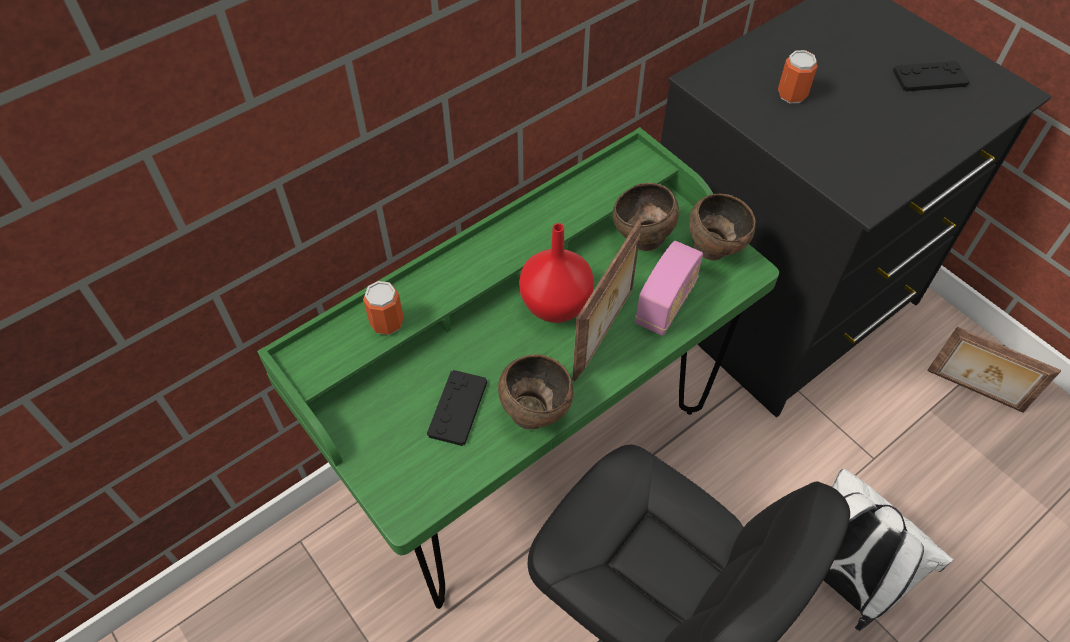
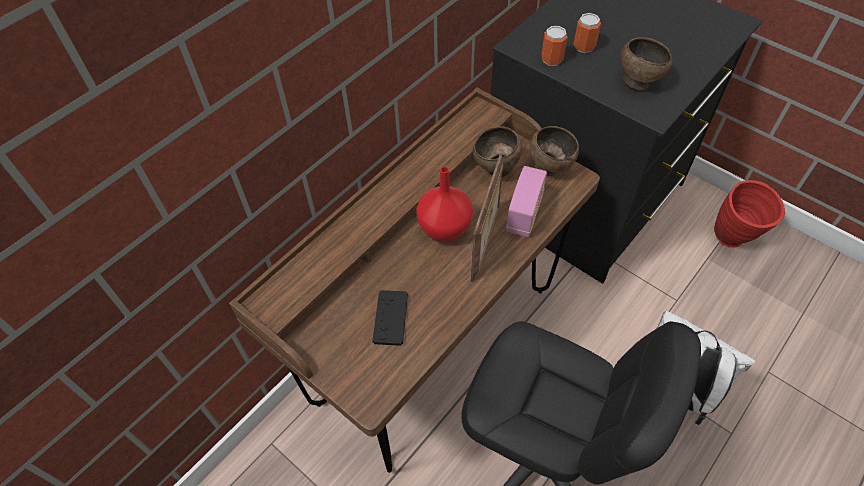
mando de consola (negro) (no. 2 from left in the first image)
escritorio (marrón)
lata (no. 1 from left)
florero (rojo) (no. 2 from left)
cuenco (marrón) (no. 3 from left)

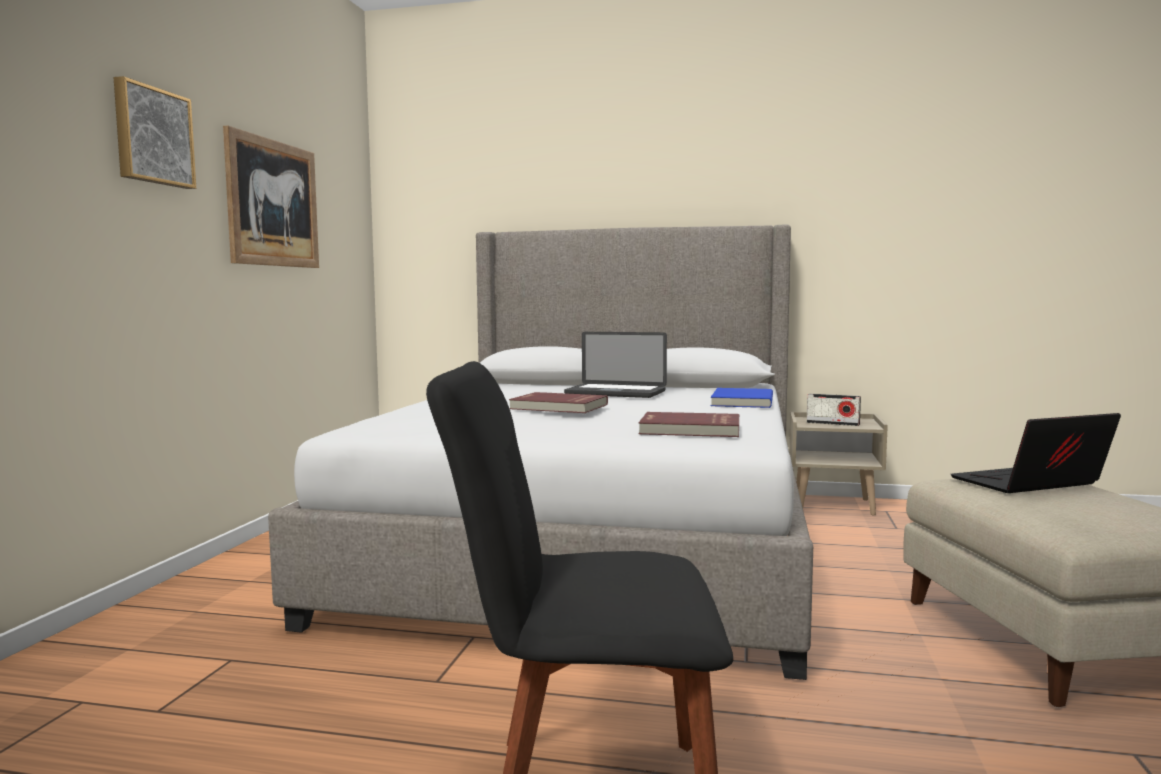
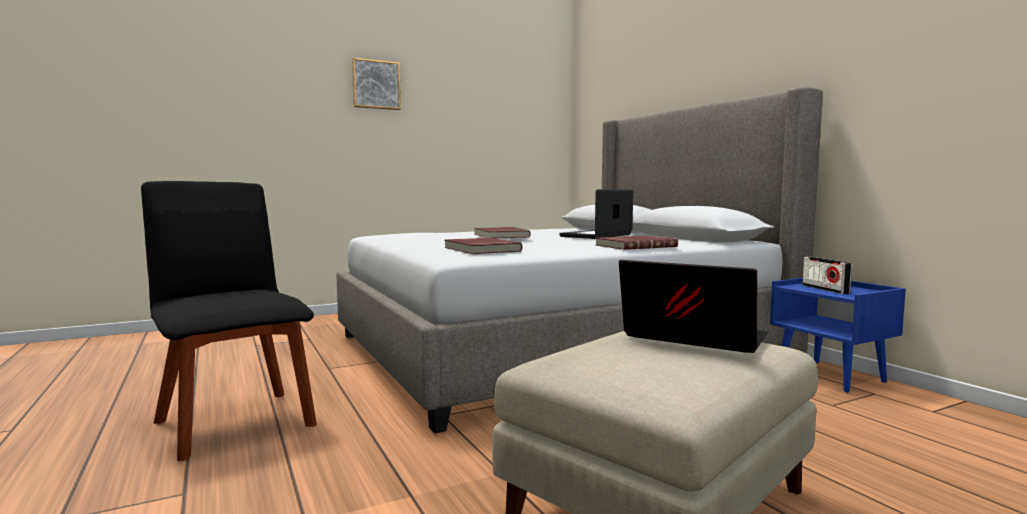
cuadro (no. 2 from left in the first image)
portátil (no. 1 from left)
libro (rojo) (no. 3 from left)
mesita de noche (azul)

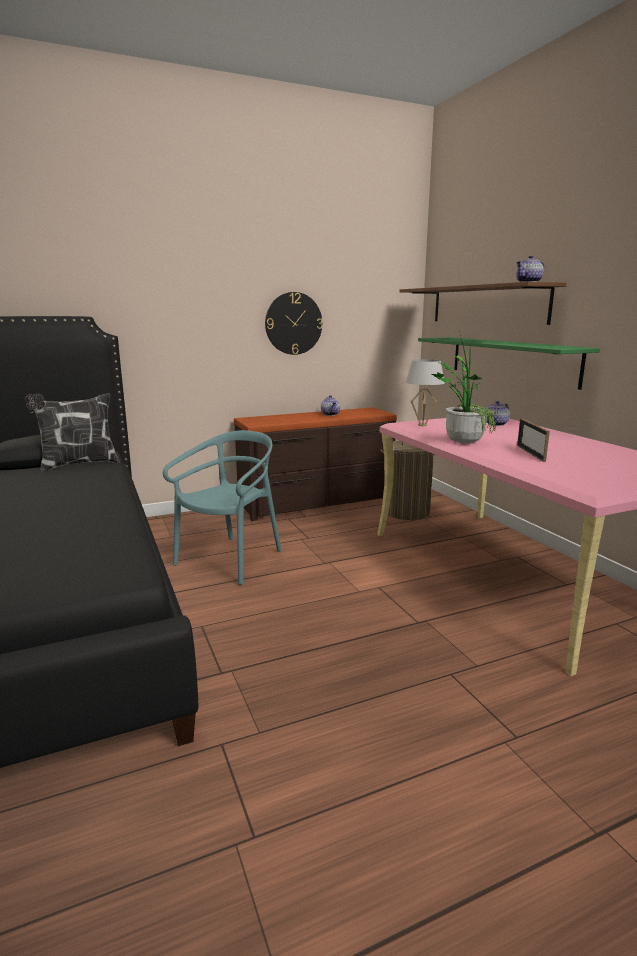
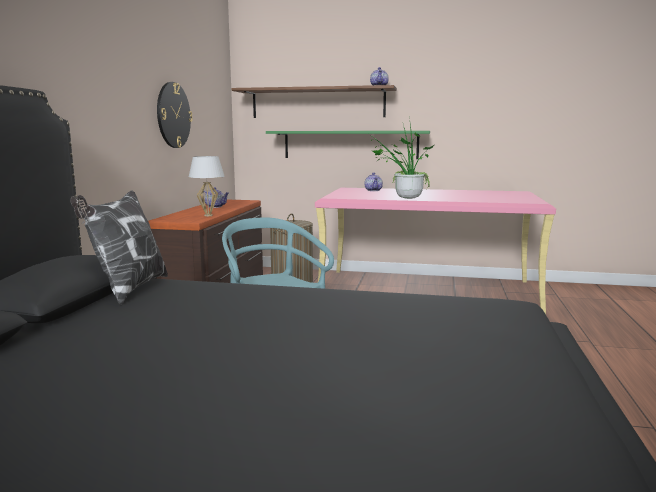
lámpara de mesa (blanco)
portarretratos

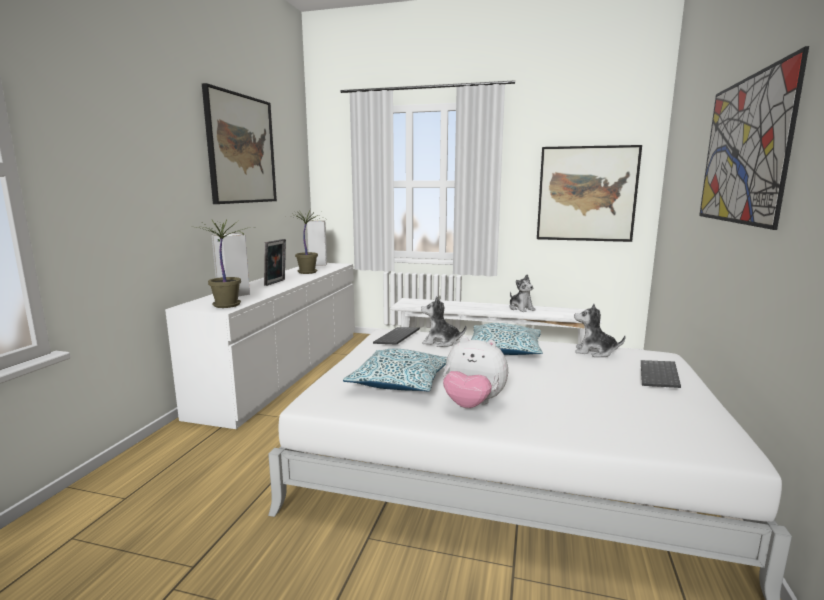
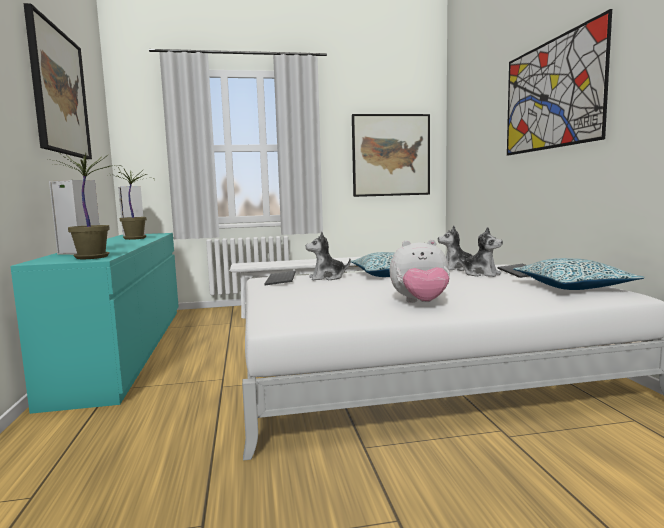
portarretratos
cómoda (turquesa)
peluche (no. 4 from left)
cojín (no. 2 from left)

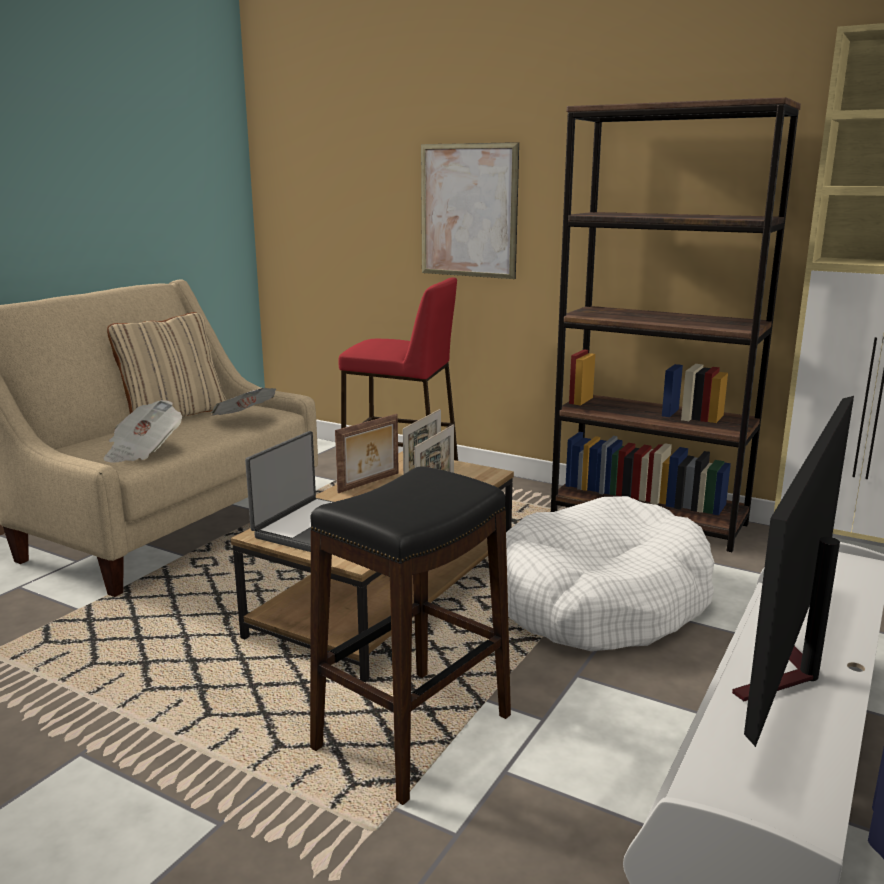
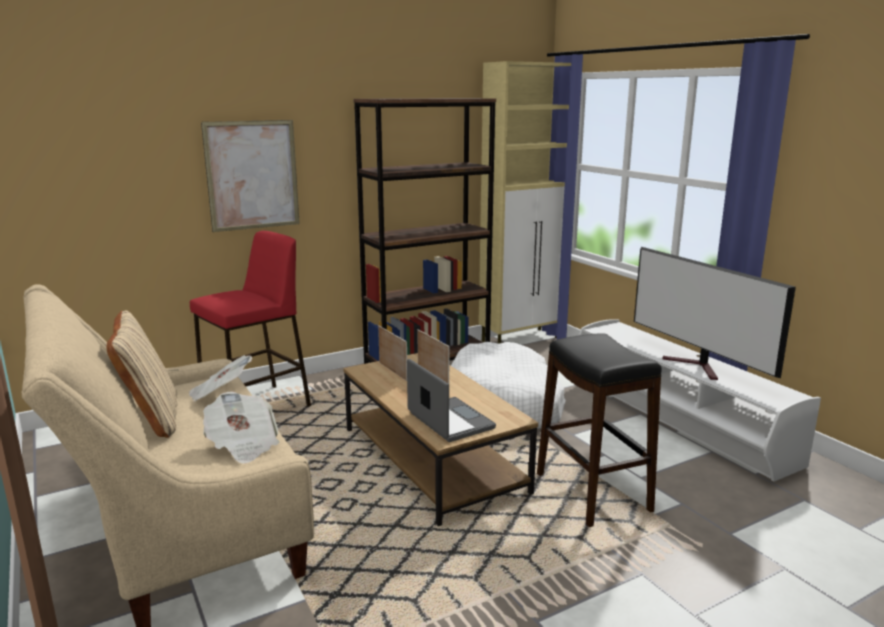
portarretratos (no. 1 from left in the first image)

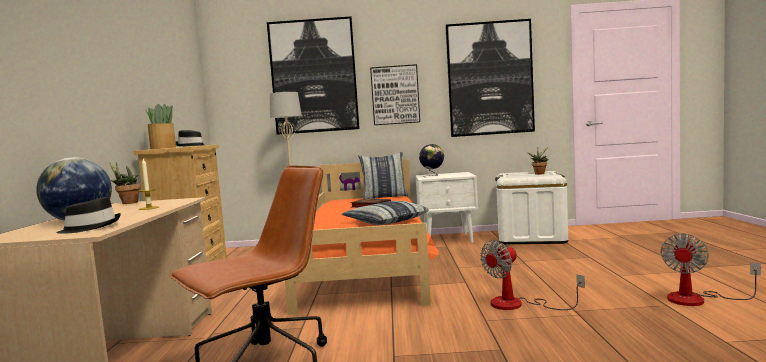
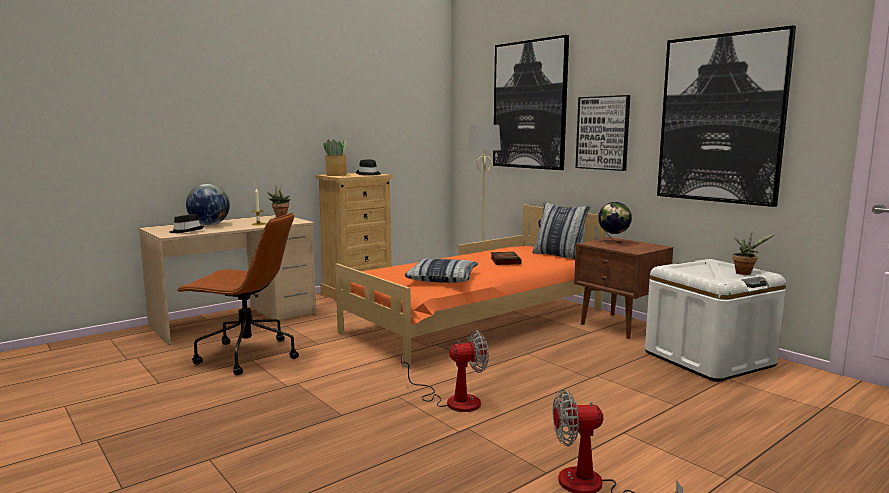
mesita de noche (marrón)
ventilador (no. 1 from left)

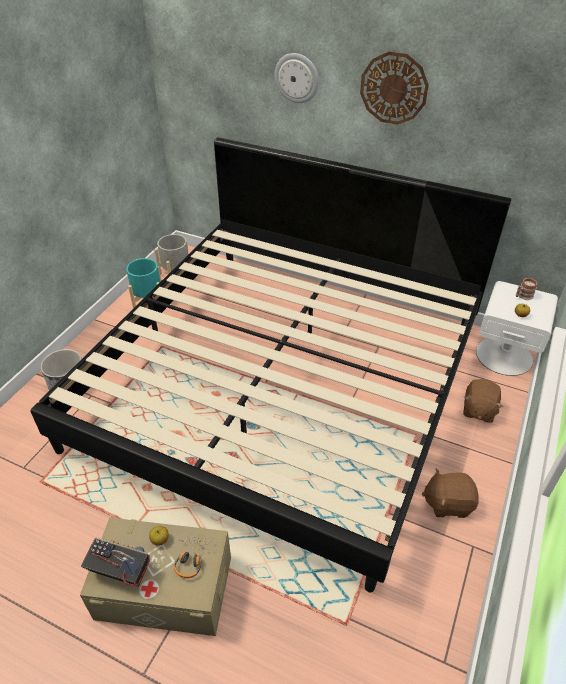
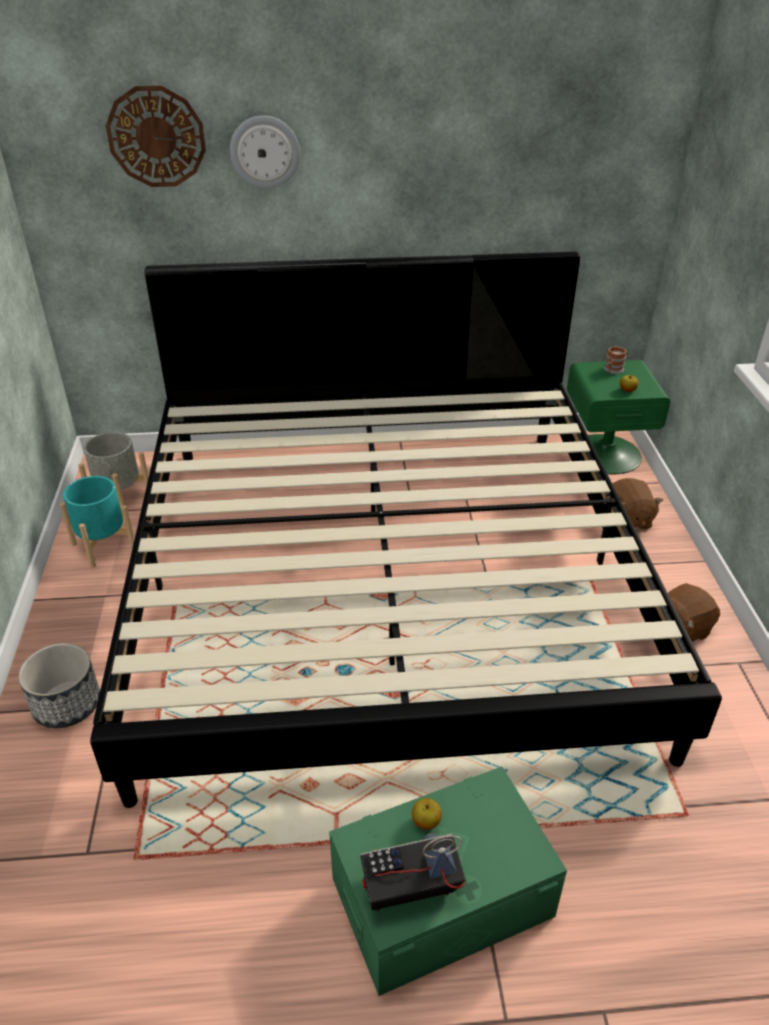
reloj de pared (no. 1 from left)
mesita de noche (verde)
caja de almacenaje (verde)
auriculares

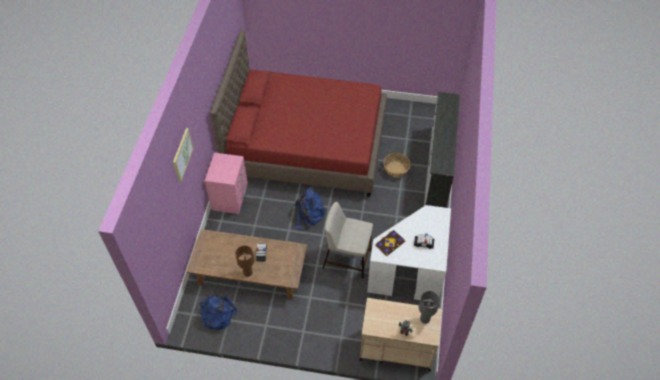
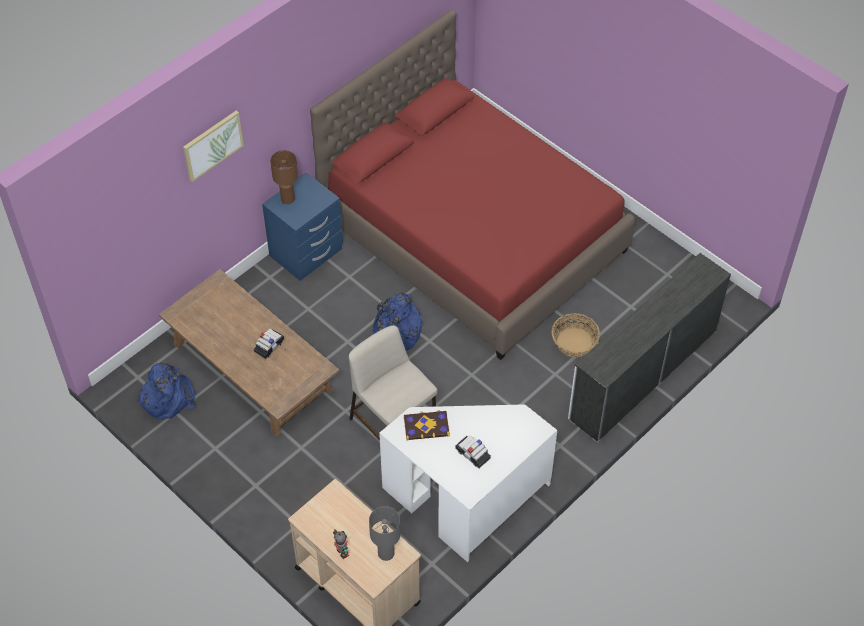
mesita de noche (azul)
lámpara de mesa (marrón)

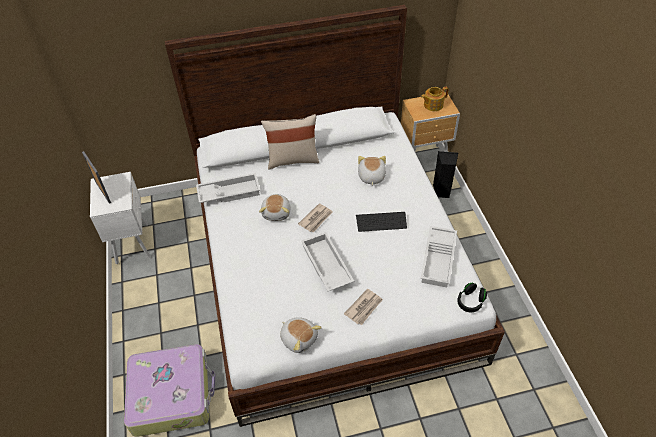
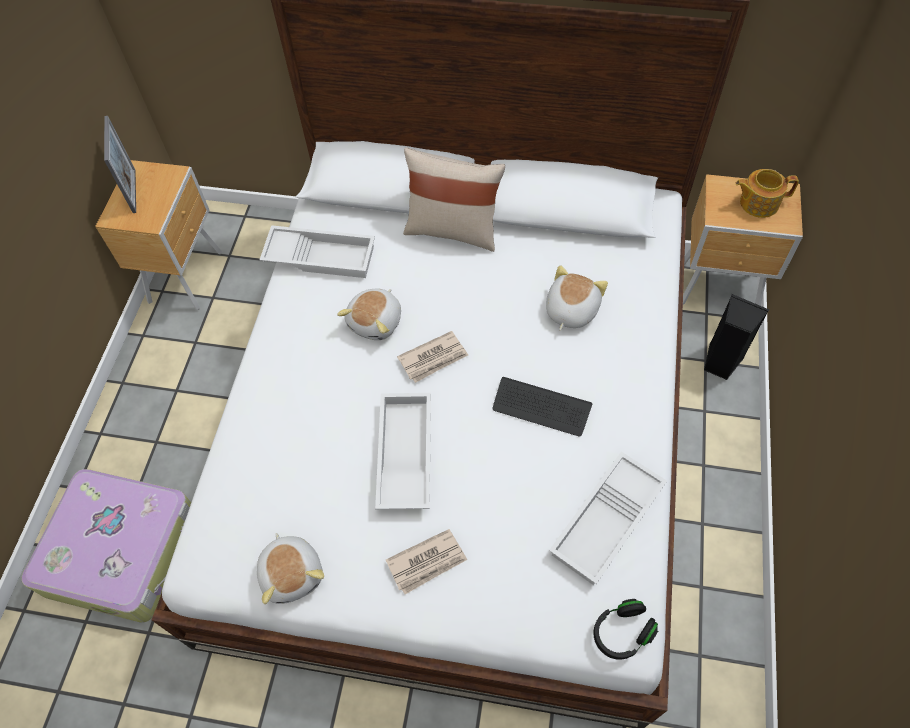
mesita de noche (marrón) (no. 1 from left)

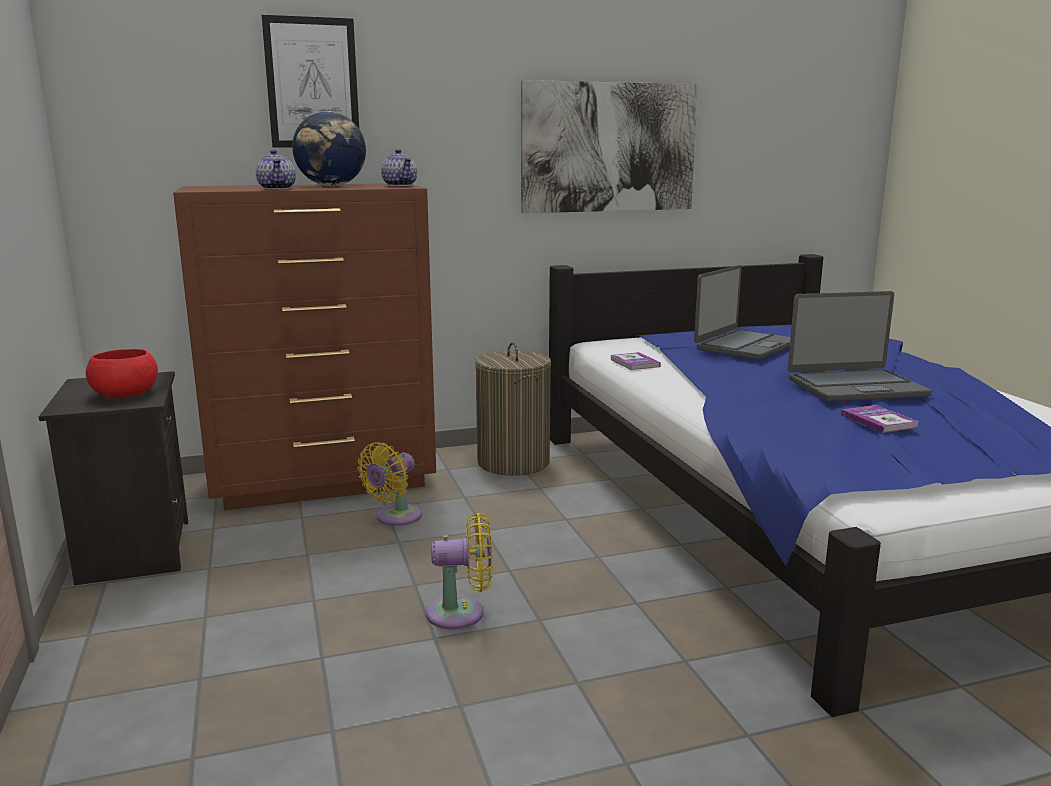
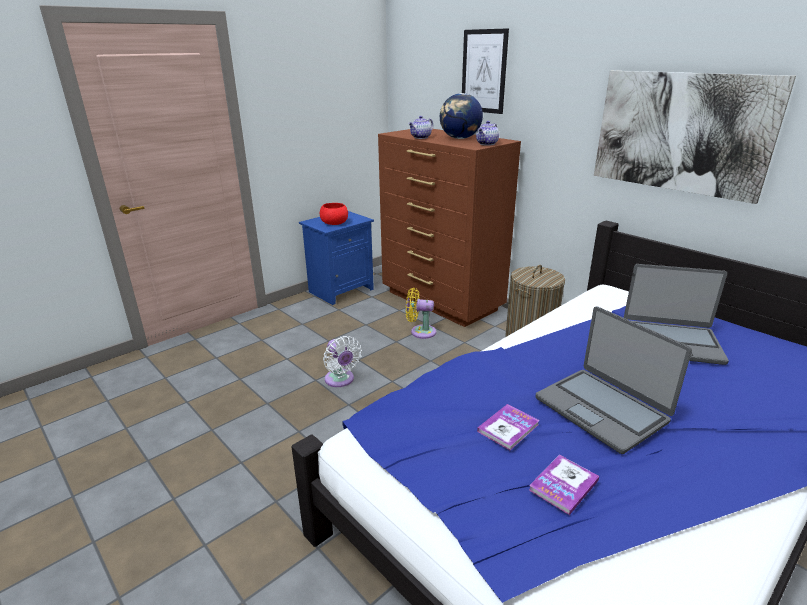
libro (no. 2 from left)
mesita de noche (azul)
ventilador (blanco)

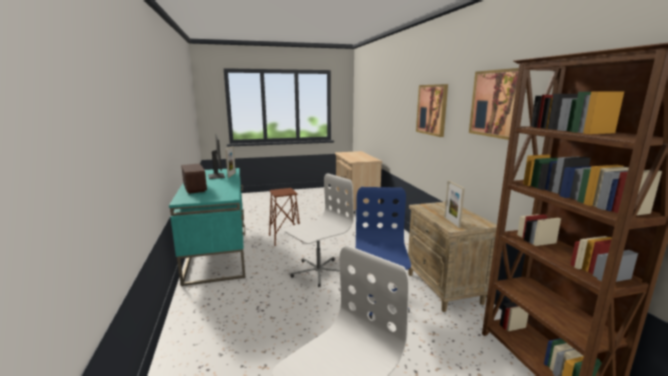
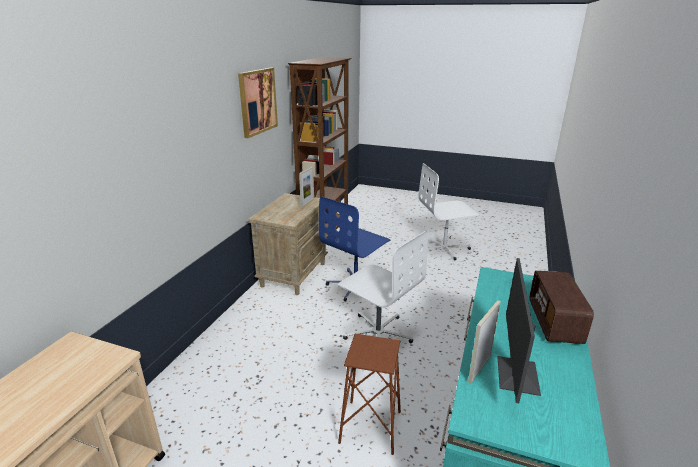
cuadro (no. 1 from left in the first image)
silla de oficina (blanco) (no. 1 from left)

